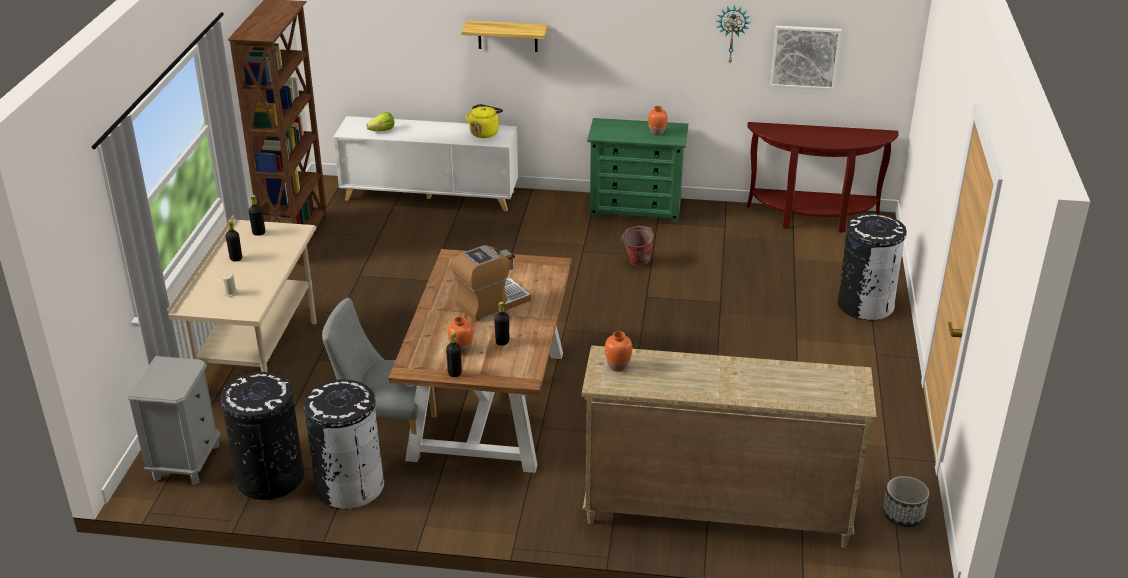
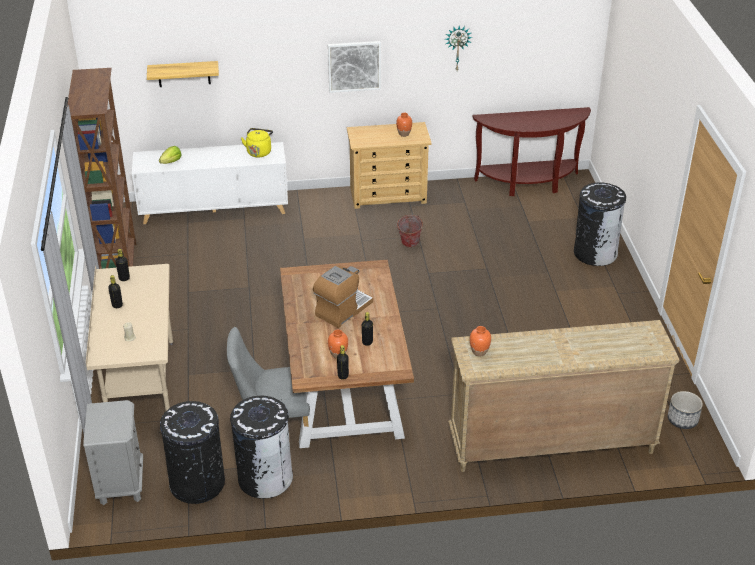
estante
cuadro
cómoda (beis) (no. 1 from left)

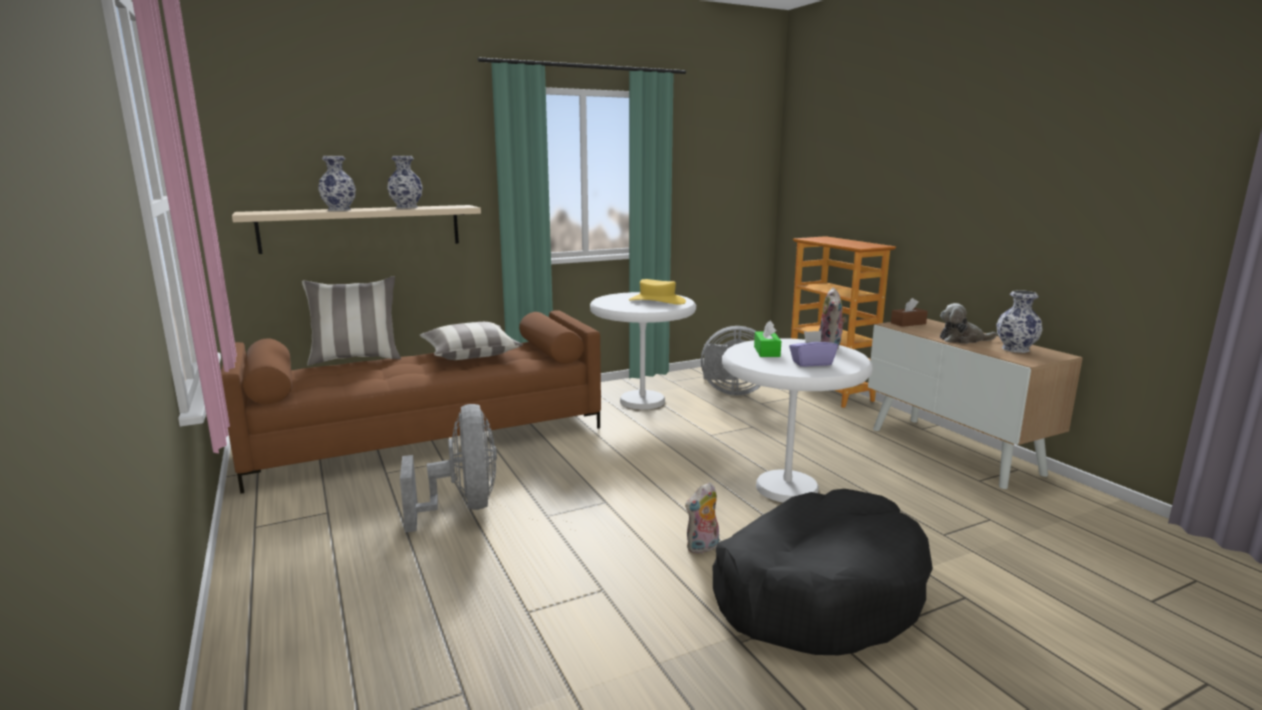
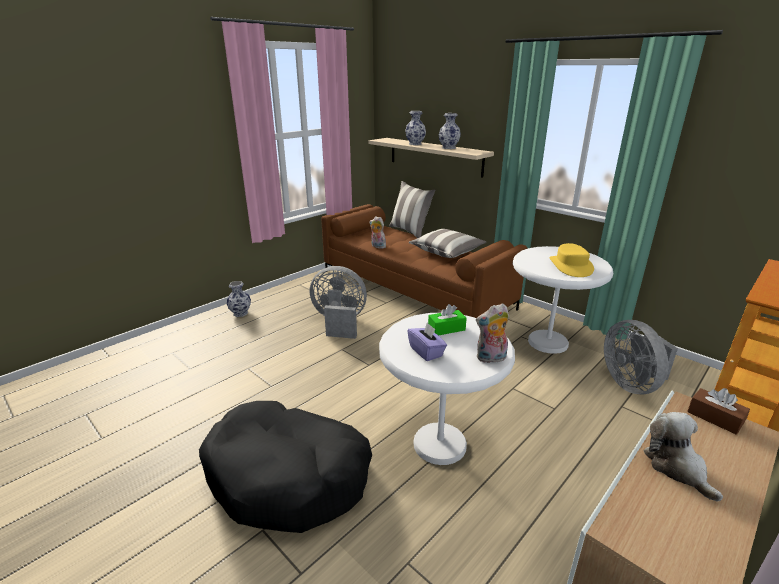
florero (no. 1 from left)
ventilador (gris) (no. 1 from left)
peluche (no. 1 from left)

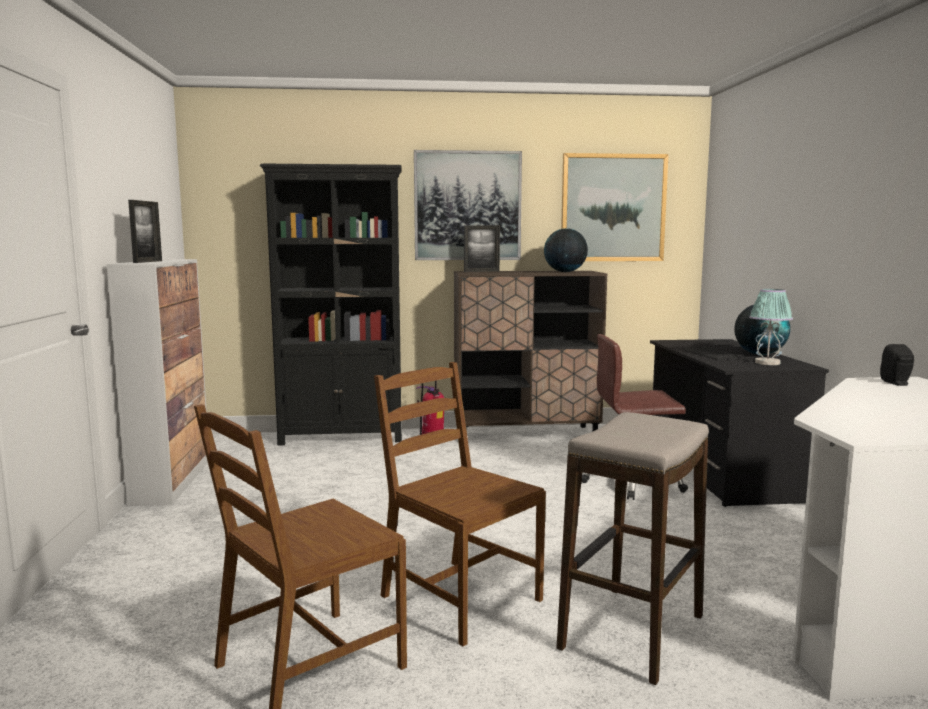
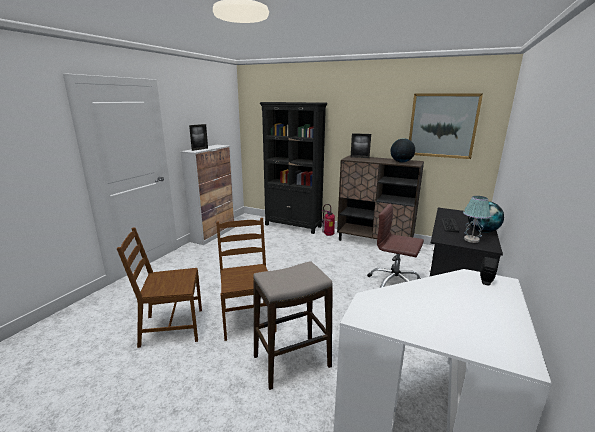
cuadro (no. 1 from left in the first image)

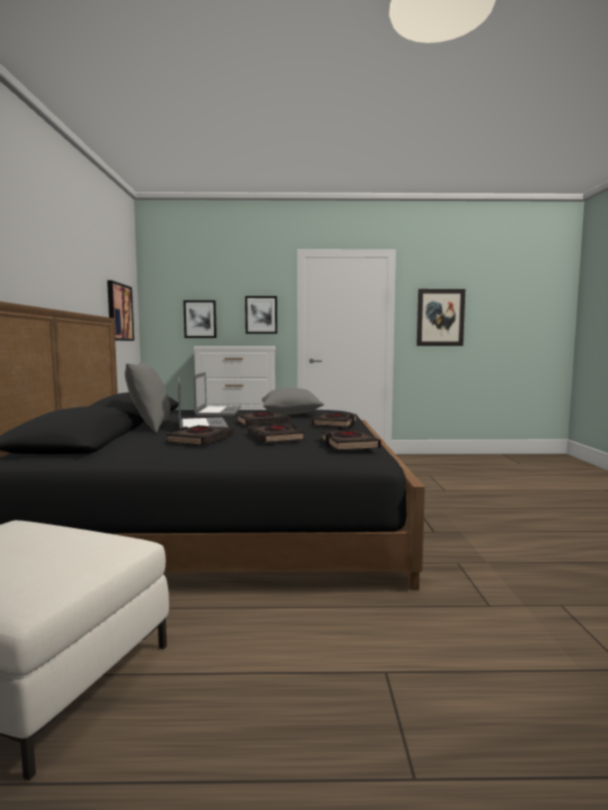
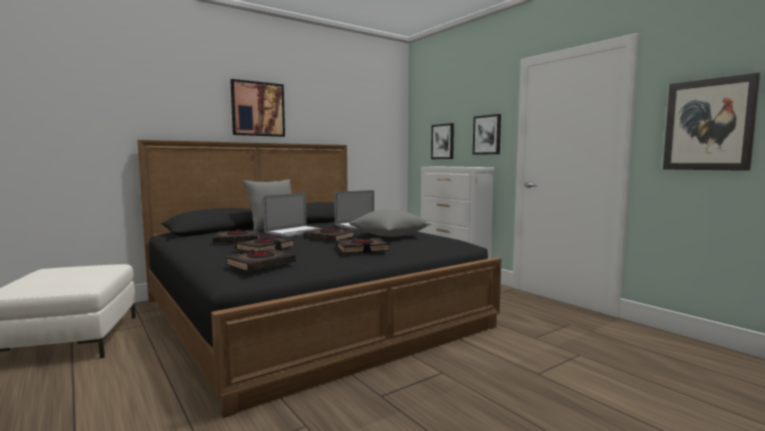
cuadro (no. 1 from left)

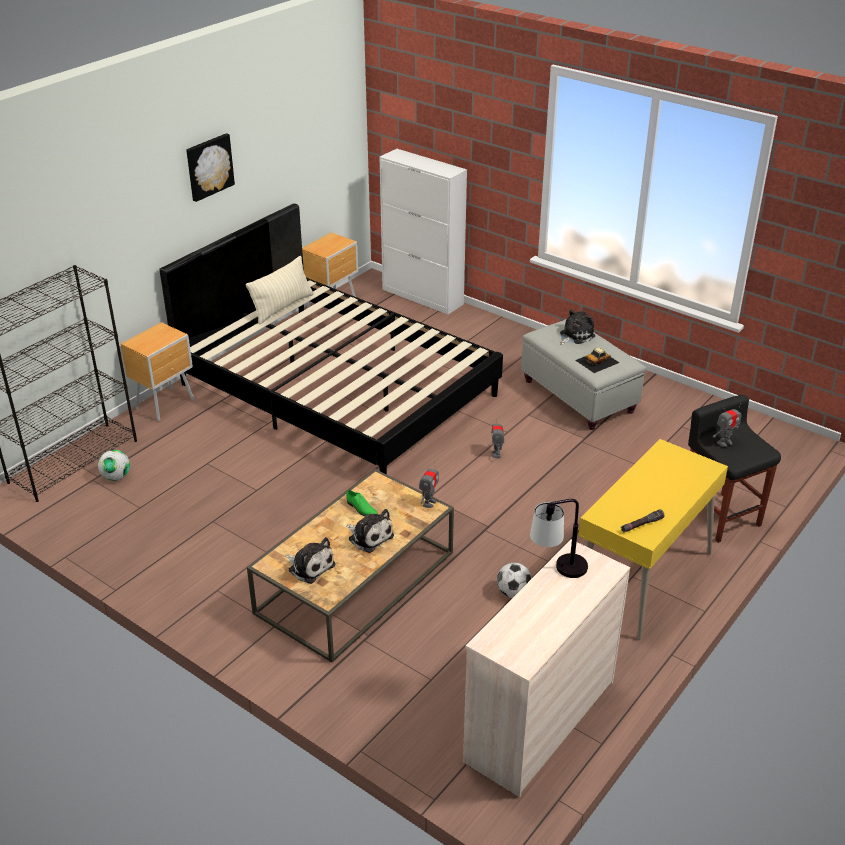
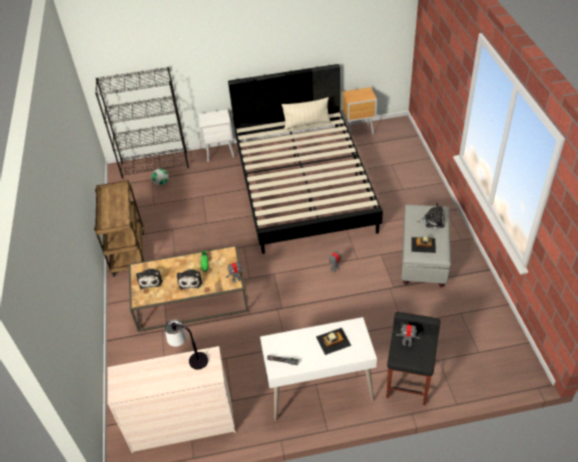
cuadro
armario (blanco)
mesita de noche (blanco)
escritorio (blanco)
balón de fútbol (no. 2 from left in the first image)
carrito (marrón)
coche de juguete (no. 1 from left)

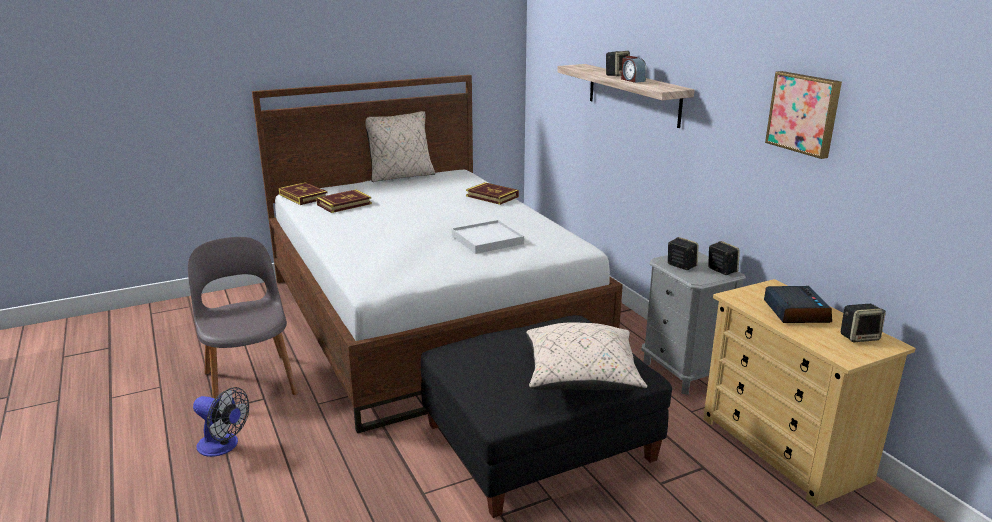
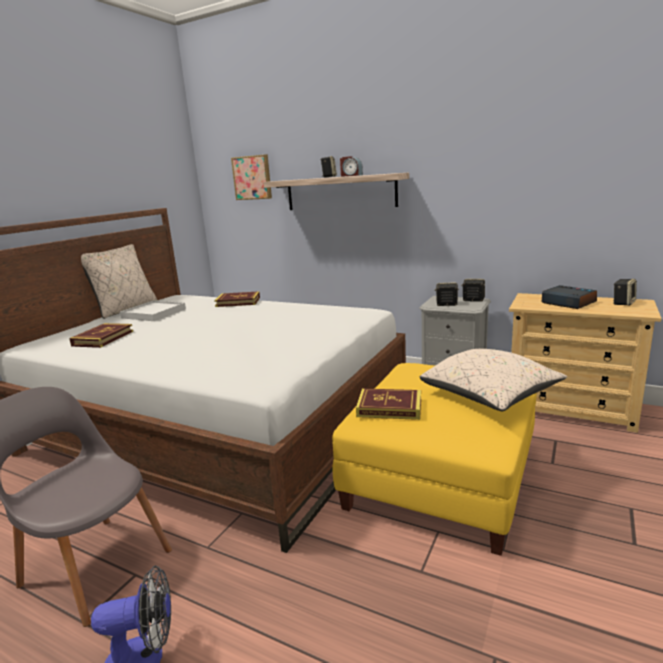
cuadro
libro (no. 3 from left)
bandeja (blanco)
puf (amarillo)

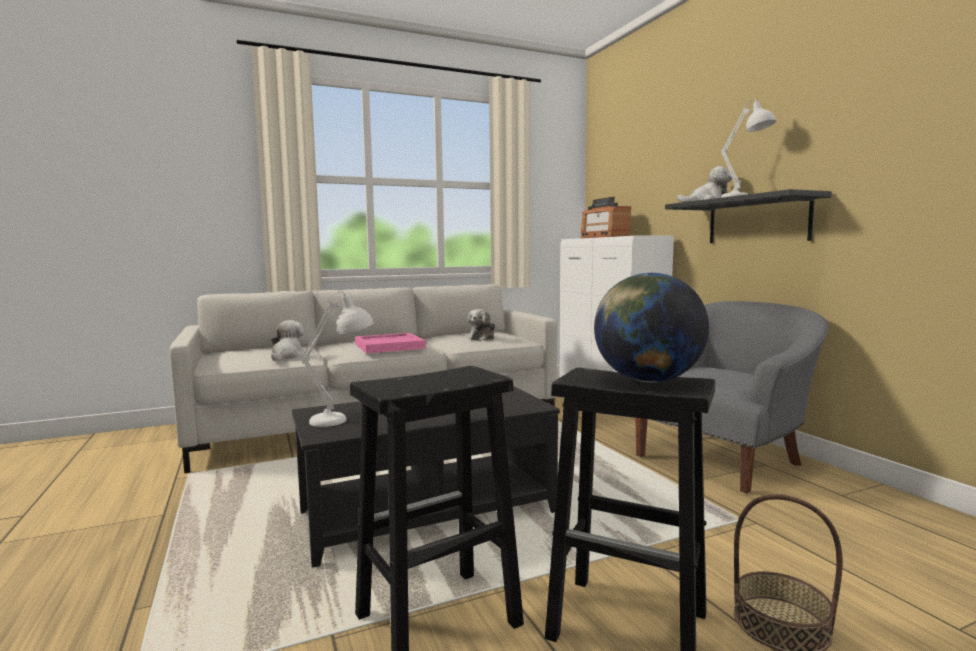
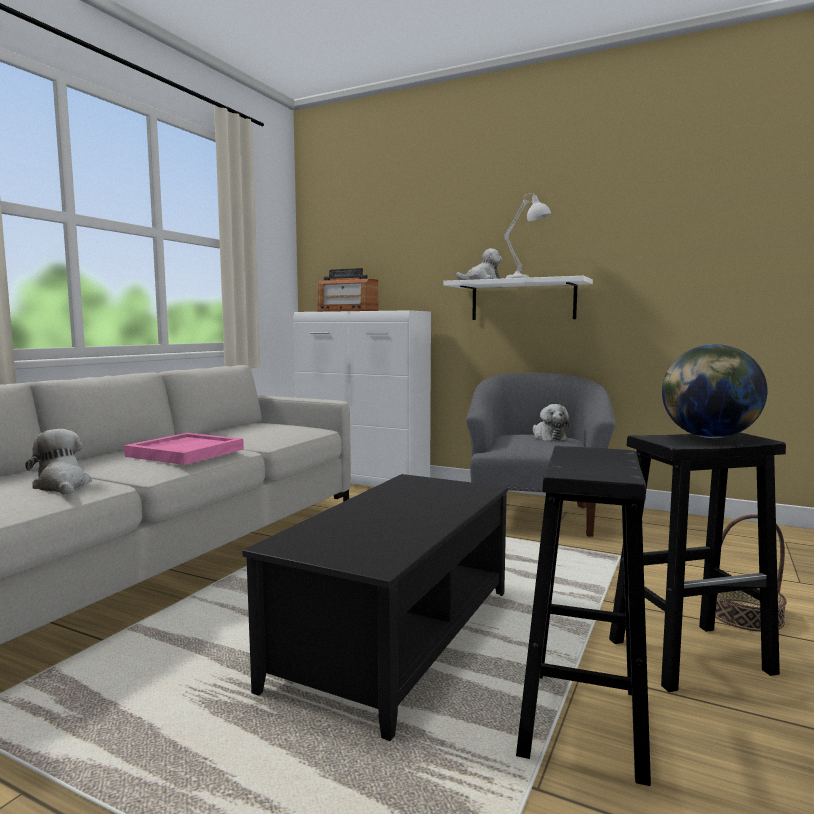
estante (blanco)
lámpara de mesa (blanco) (no. 1 from left in the first image)
peluche (no. 3 from left)

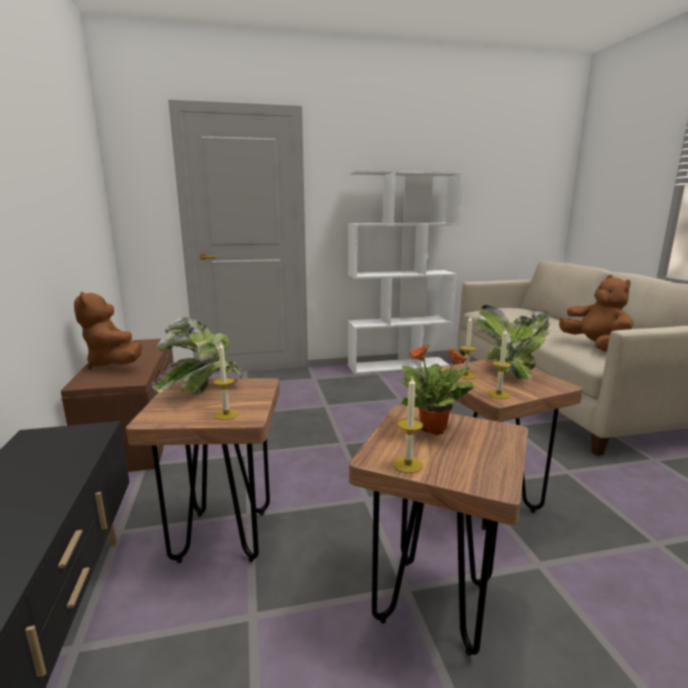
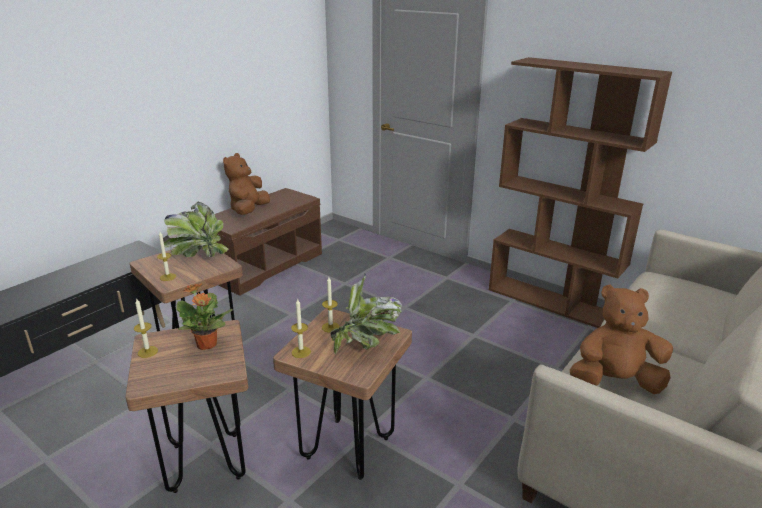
estantería (marrón)
peluche (marrón) (no. 2 from left)

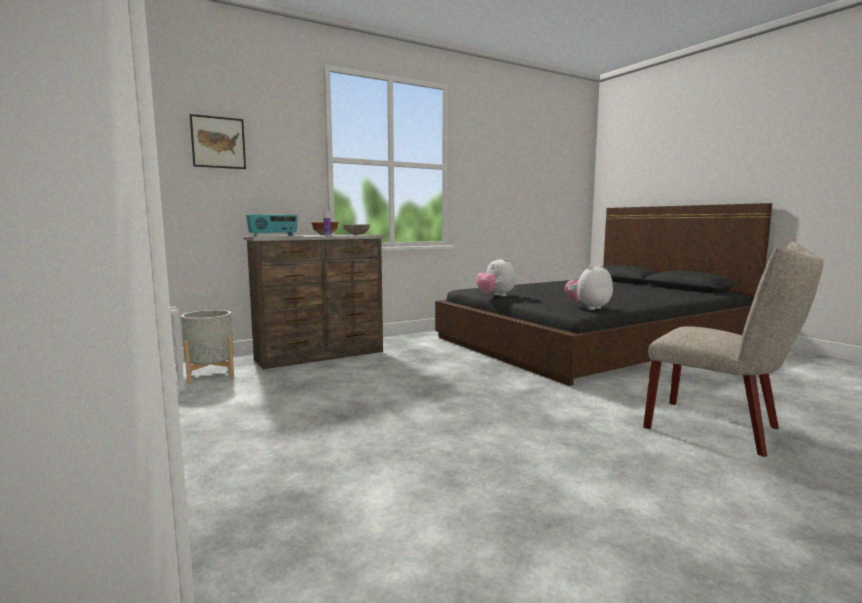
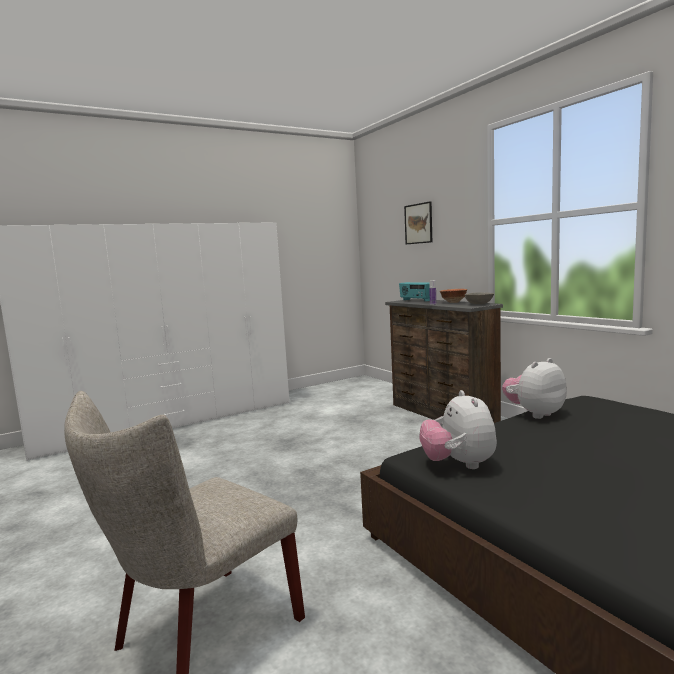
peluche (no. 1 from left)
maceta (gris)

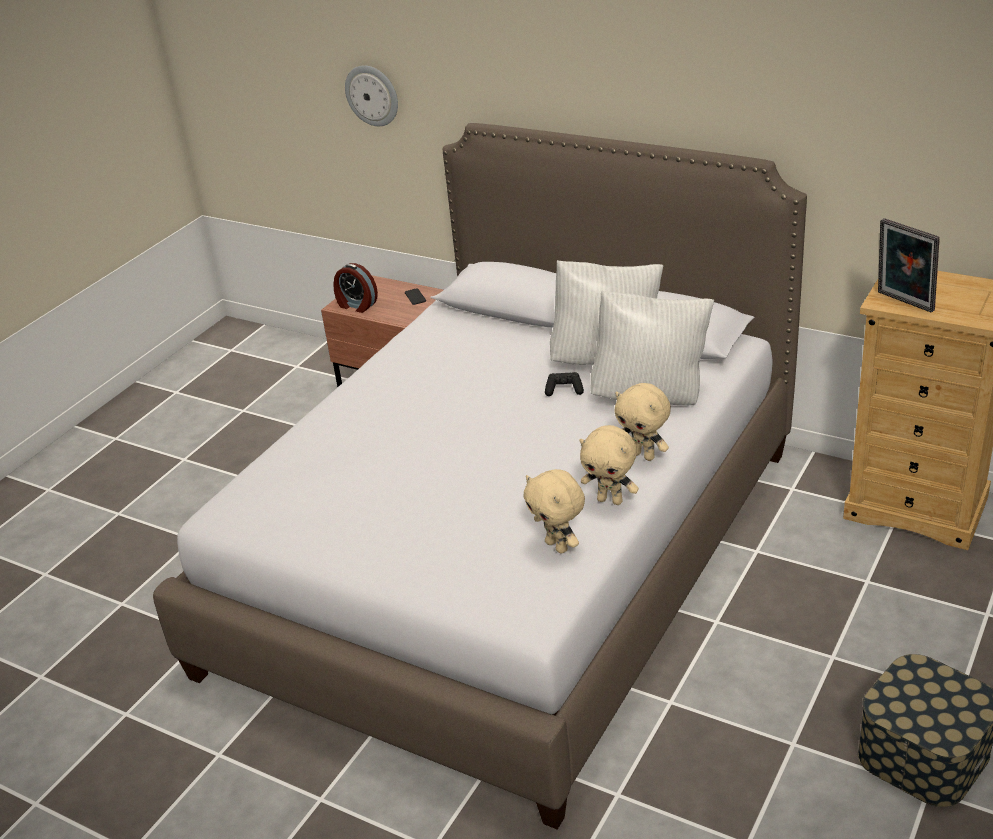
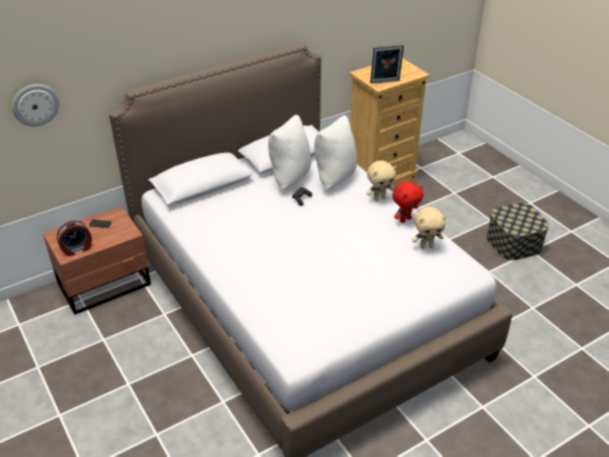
peluche (rojo)

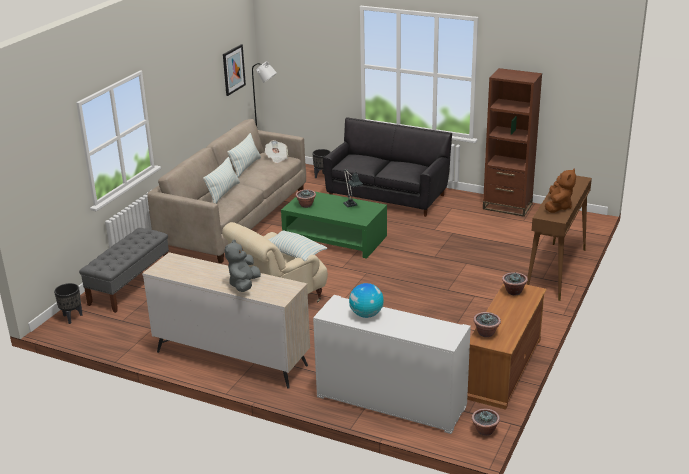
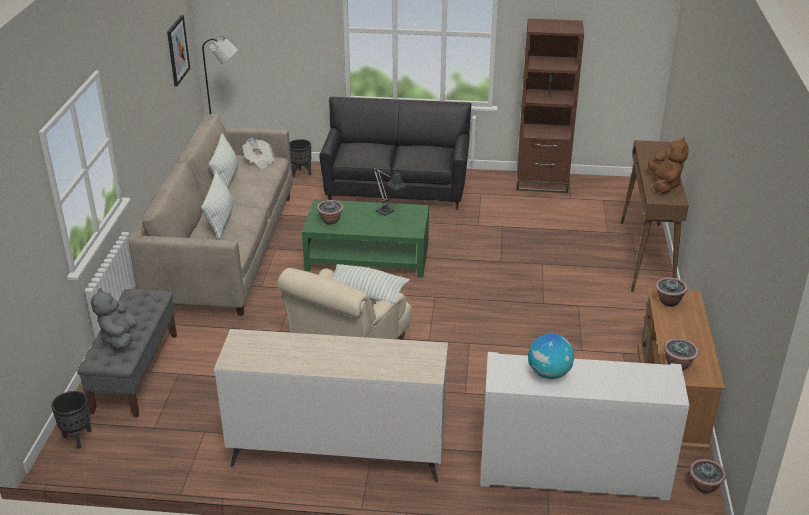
peluche (gris)

